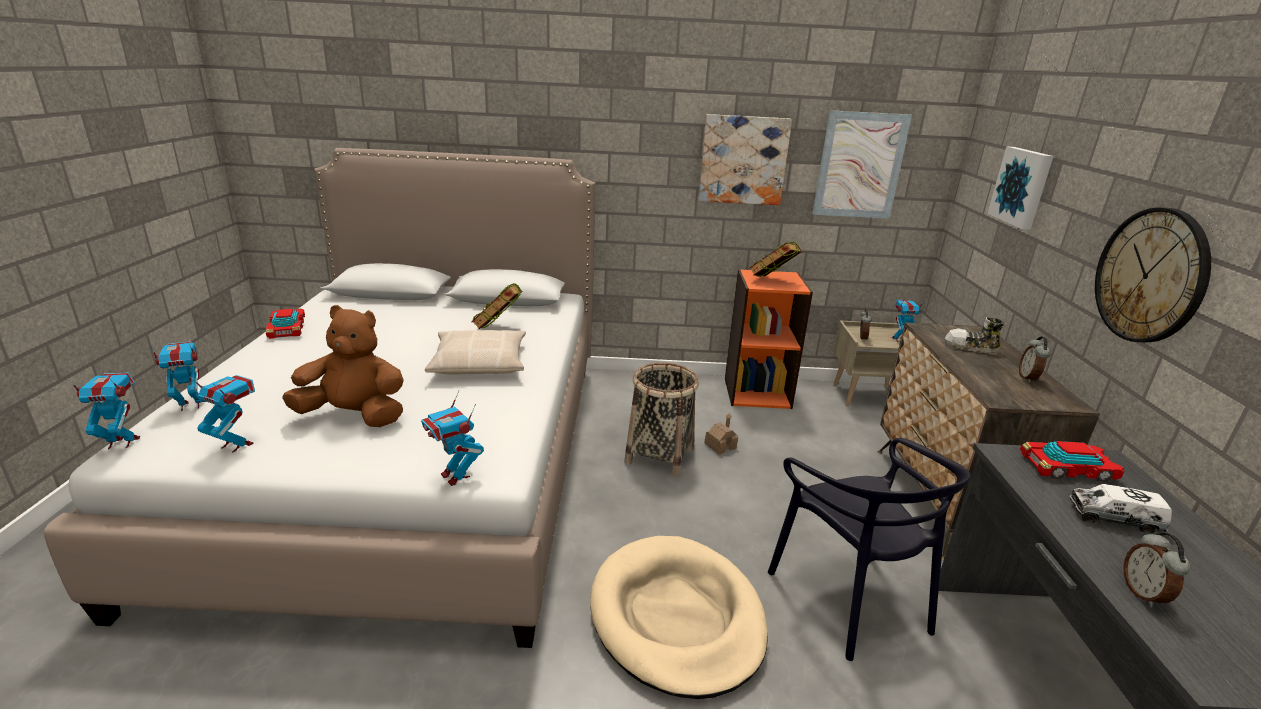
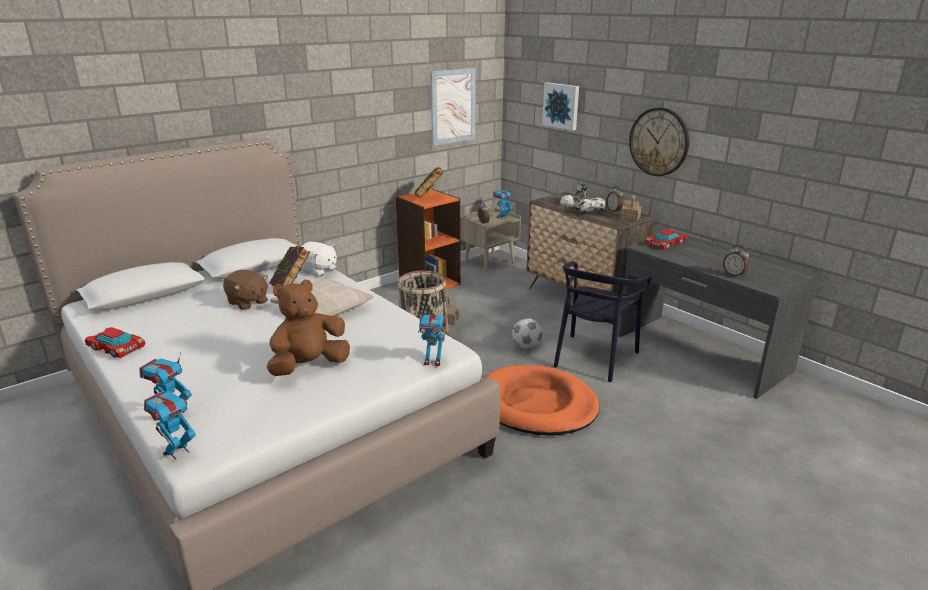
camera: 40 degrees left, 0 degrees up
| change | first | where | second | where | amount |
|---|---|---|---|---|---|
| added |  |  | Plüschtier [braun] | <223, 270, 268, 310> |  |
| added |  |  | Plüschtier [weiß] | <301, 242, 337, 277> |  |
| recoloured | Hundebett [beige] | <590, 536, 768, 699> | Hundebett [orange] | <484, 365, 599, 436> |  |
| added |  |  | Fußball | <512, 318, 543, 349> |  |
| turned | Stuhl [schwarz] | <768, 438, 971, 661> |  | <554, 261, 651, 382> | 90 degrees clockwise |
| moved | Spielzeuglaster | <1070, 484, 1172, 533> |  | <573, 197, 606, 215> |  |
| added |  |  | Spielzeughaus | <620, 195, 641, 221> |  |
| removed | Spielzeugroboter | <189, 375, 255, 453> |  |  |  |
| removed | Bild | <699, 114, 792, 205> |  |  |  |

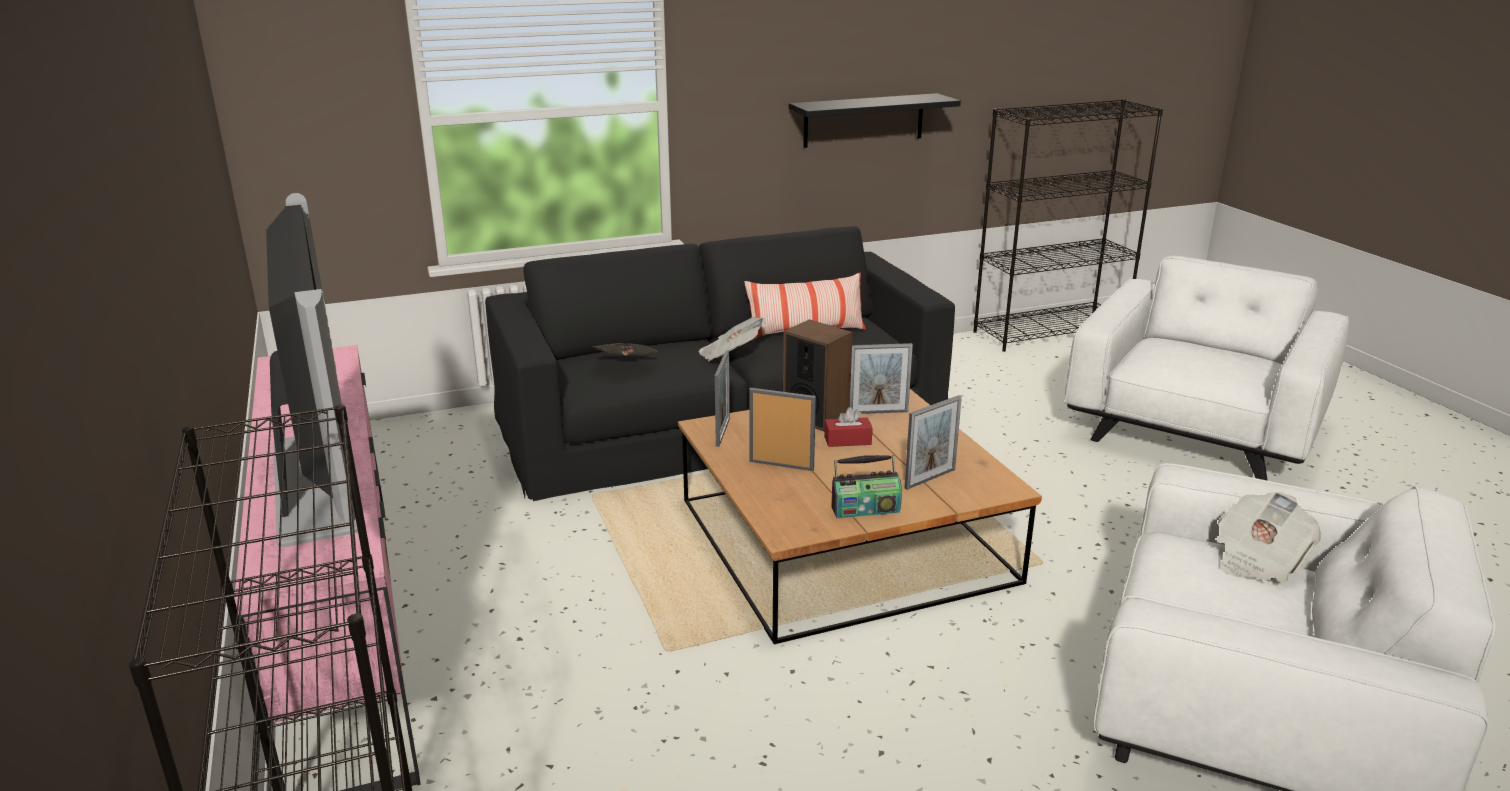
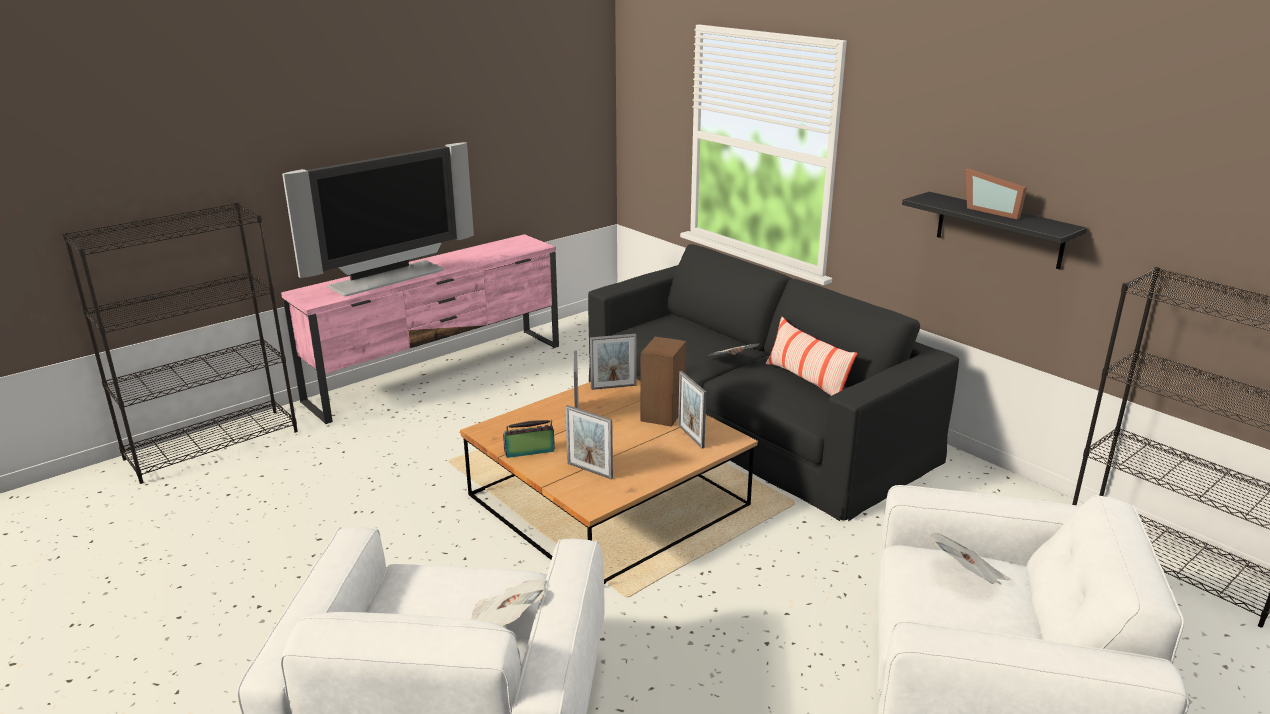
camera: 70 degrees right, 0 degrees up
| change | first | where | second | where | amount |
|---|---|---|---|---|---|
| turned | Radio | <831, 455, 902, 518> |  | <503, 420, 555, 458> | 105 degrees clockwise |
| moved | Zeitung | <592, 343, 658, 356> |  | <931, 533, 1011, 584> |  |
| added |  |  | Bilderrahmen | <966, 168, 1027, 219> |  |
| removed | Taschentuchbox [rot] | <824, 407, 873, 447> |  |  |  |

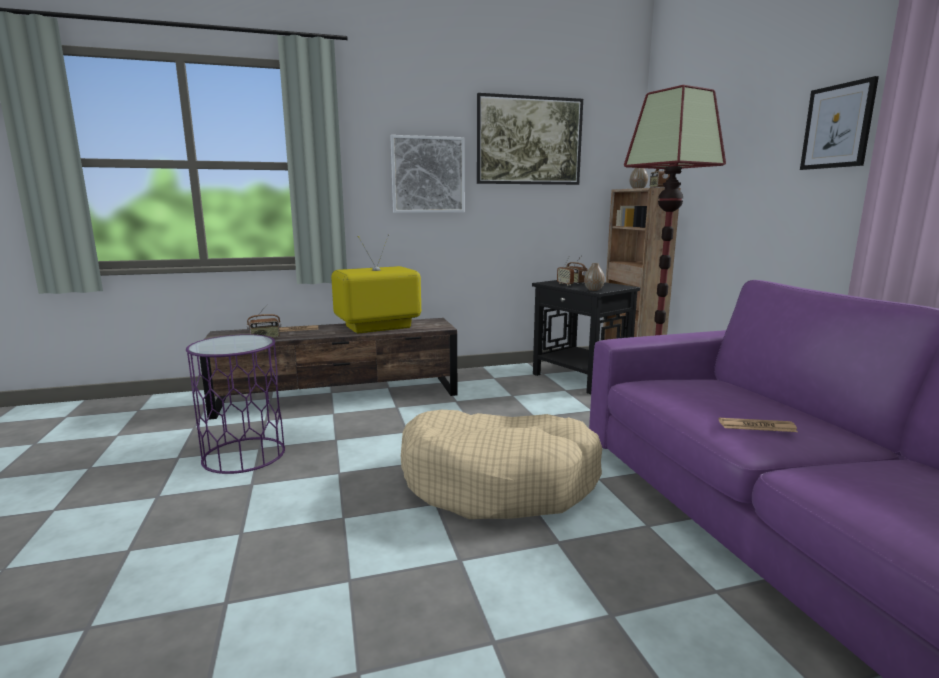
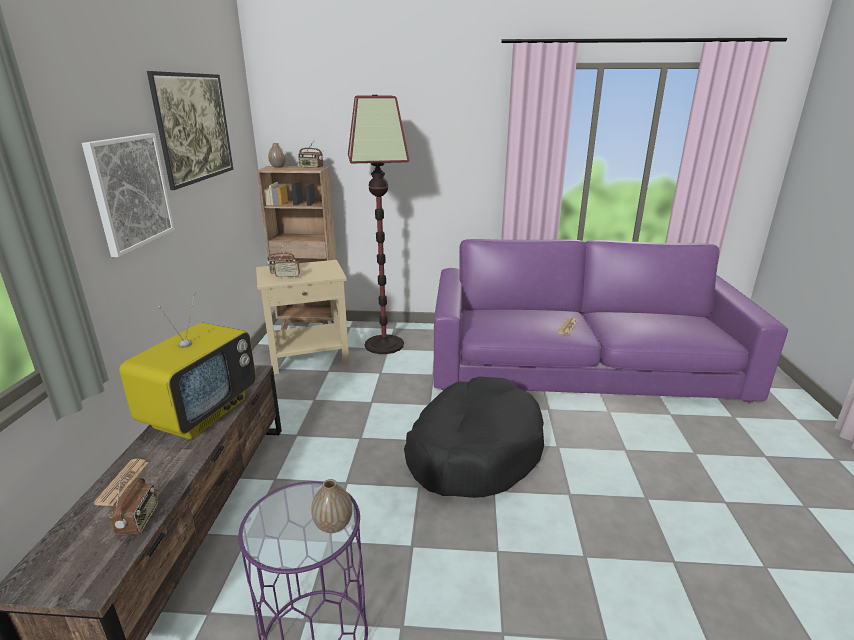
camera: 70 degrees left, 10 degrees up
| change | first | where | second | where | amount |
|---|---|---|---|---|---|
| turned | Fernseher | <331, 234, 421, 334> |  | <119, 292, 256, 439> | 150 degrees counterclockwise |
| recoloured | Beistelltisch [schwarz] | <532, 280, 640, 394> | Beistelltisch [beige] | <256, 260, 349, 374> |  |
| moved | Vase | <584, 263, 605, 291> |  | <311, 479, 353, 533> |  |
| recoloured | Hundebett [beige] | <401, 410, 602, 519> | Hundebett [schwarz] | <404, 376, 544, 498> |  |
| removed | Bild | <800, 76, 879, 170> |  |  |  |

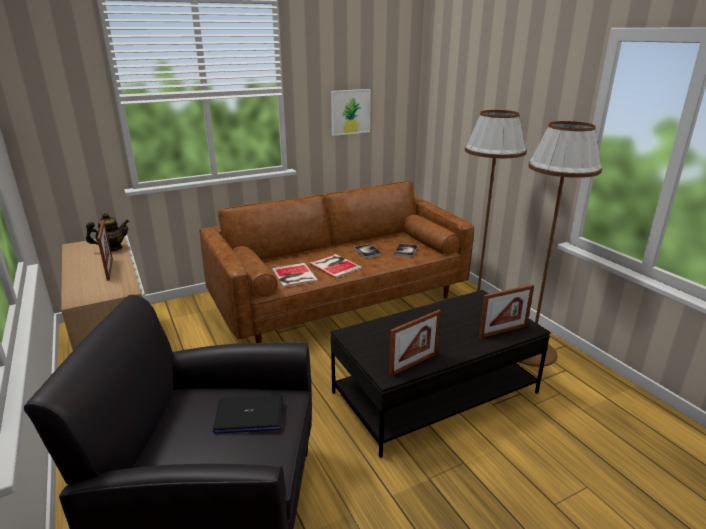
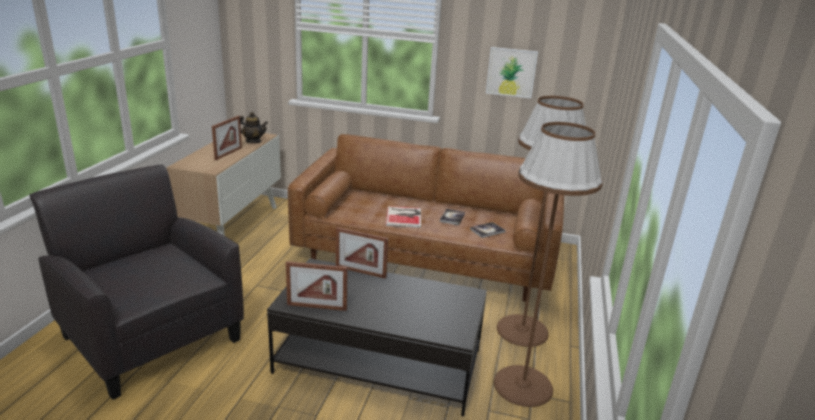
camera: 40 degrees right, 0 degrees up
| change | first | where | second | where | amount |
|---|---|---|---|---|---|
| moved | Bilderrahmen | <479, 284, 534, 338> |  | <336, 227, 388, 279> |  |
| removed | Laptop | <213, 395, 283, 434> |  |  |  |
| removed | Buch | <272, 263, 319, 288> |  |  |  |

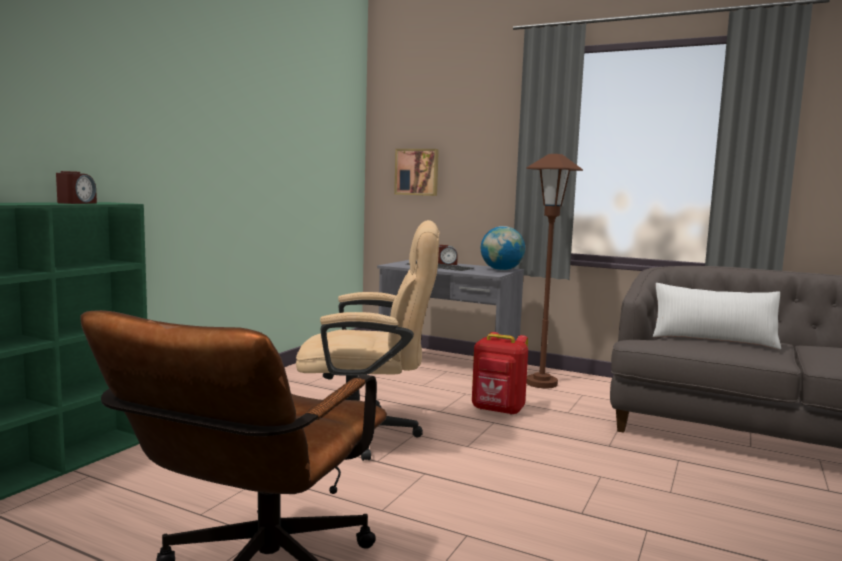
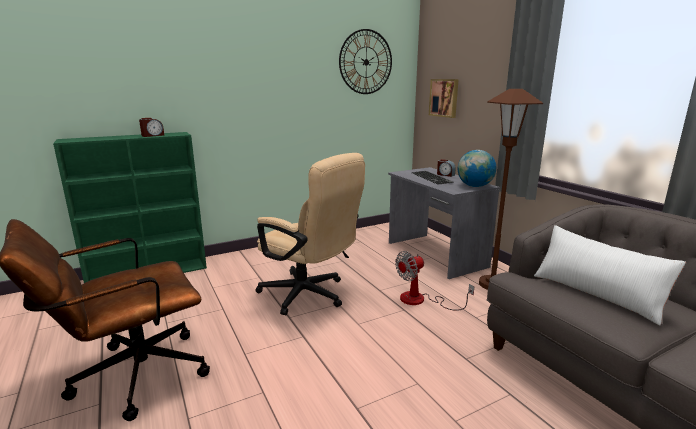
camera: 35 degrees right, 10 degrees up
| change | first | where | second | where | amount |
|---|---|---|---|---|---|
| added |  |  | Wanduhr | <339, 29, 392, 94> |  |
| replaced | Rucksack [rot] | <472, 332, 528, 415> | Ventilator | <395, 251, 475, 311> |  |

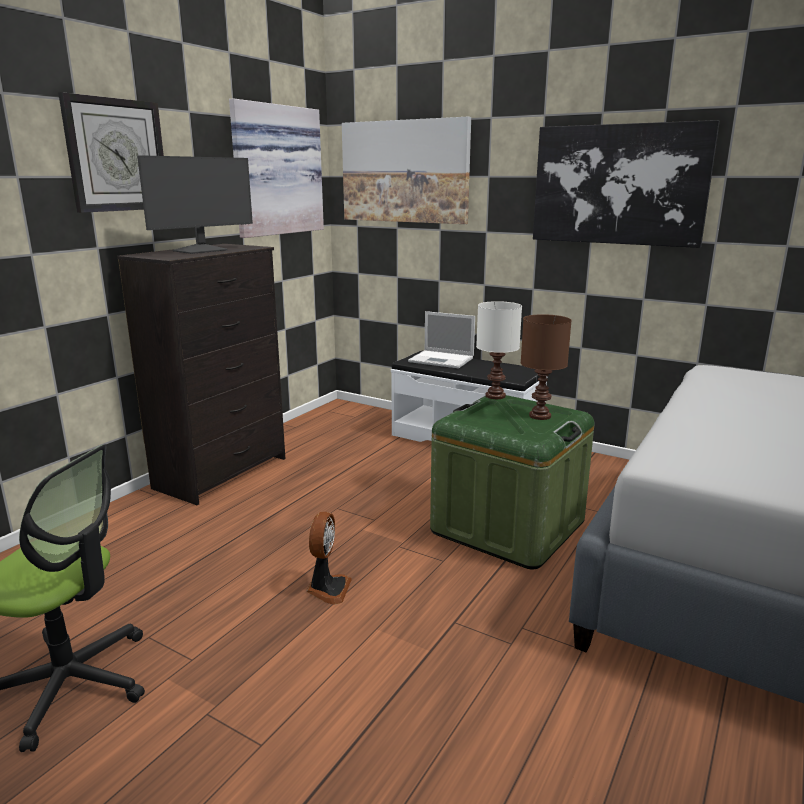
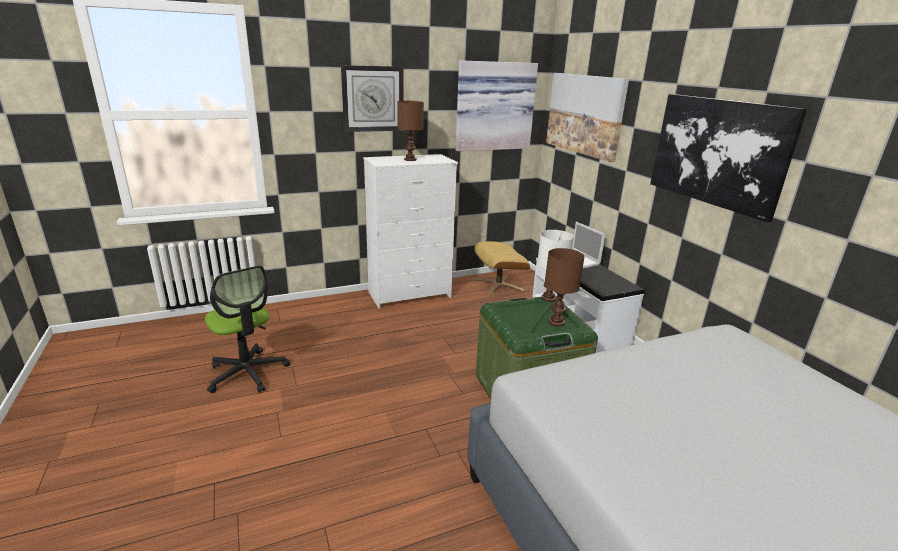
camera: 35 degrees right, 5 degrees up
| change | first | where | second | where | amount |
|---|---|---|---|---|---|
| recoloured | Kommode [schwarz] | <117, 244, 285, 505> | Kommode [weiß] | <363, 154, 458, 309> |  |
| replaced | Monitor | <137, 155, 253, 254> | Tischlampe [braun] | <397, 101, 424, 161> |  |
| added |  |  | Polsterhocker [beige] | <474, 241, 530, 296> |  |
| removed | Ventilator | <306, 512, 352, 605> |  |  |  |

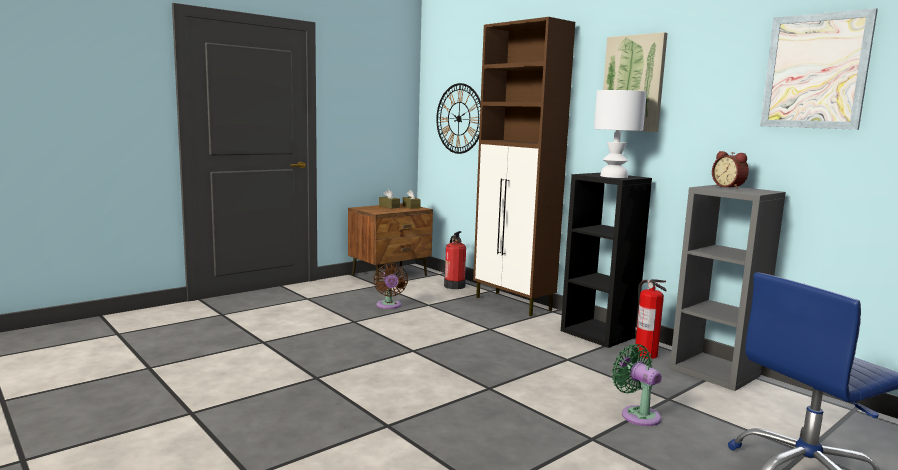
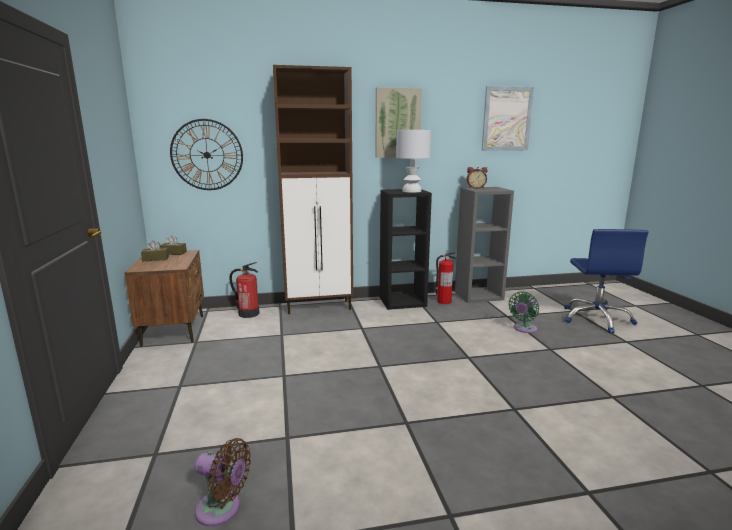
camera: 60 degrees left, 5 degrees up
| change | first | where | second | where | amount |
|---|---|---|---|---|---|
| moved | Ventilator [braun] | <374, 263, 408, 309> |  | <194, 438, 251, 527> |  |
| turned | Ventilator [grün] | <612, 344, 662, 426> |  | <509, 291, 539, 333> | 45 degrees counterclockwise |

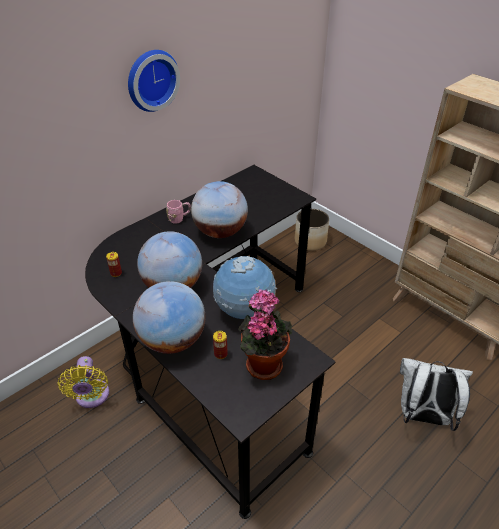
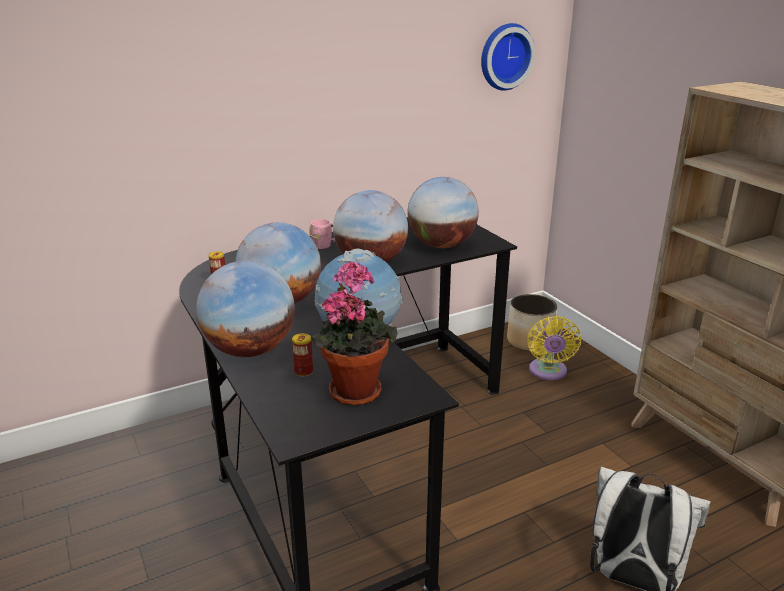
camera: 15 degrees right, 15 degrees down
| change | first | where | second | where | amount |
|---|---|---|---|---|---|
| added |  |  | Globus | <407, 177, 479, 248> |  |
| moved | Wanduhr | <128, 50, 180, 112> |  | <481, 23, 535, 91> |  |
| moved | Ventilator [gelb] | <57, 356, 109, 408> |  | <527, 316, 581, 380> |  |

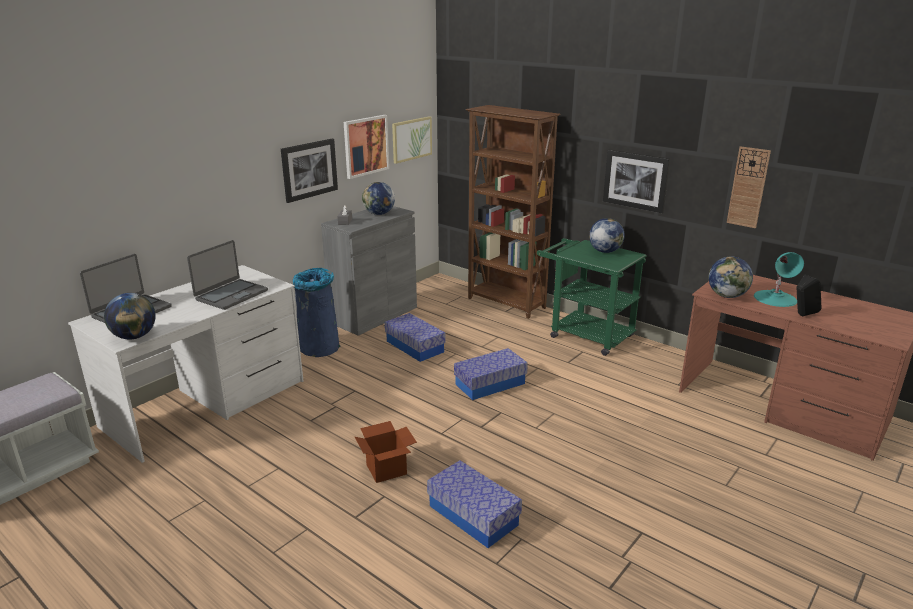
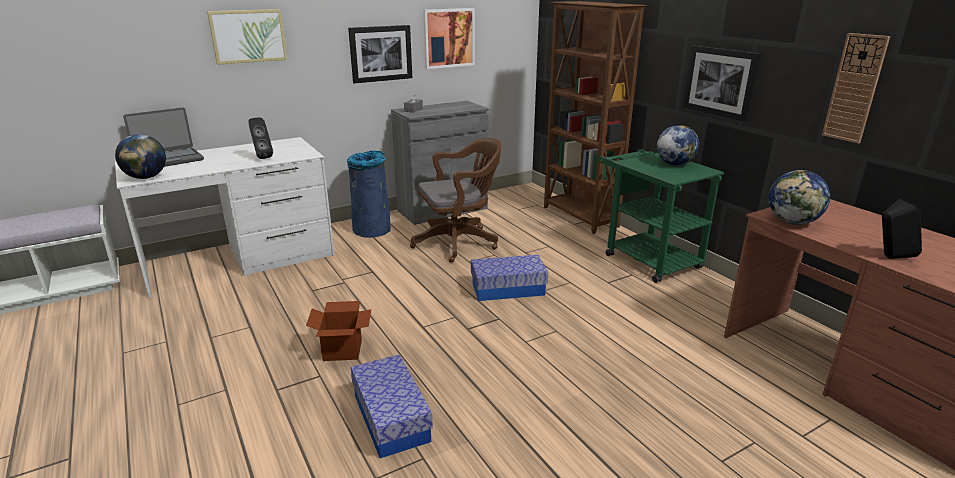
camera: 20 degrees right, 0 degrees up
| change | first | where | second | where | amount |
|---|---|---|---|---|---|
| moved | Bild | <392, 116, 432, 164> |  | <207, 9, 287, 65> |  |
| replaced | Laptop | <187, 240, 268, 310> | Lautsprecher [schwarz] | <248, 117, 273, 159> |  |
| replaced | Aufbewahrungsbox | <385, 313, 445, 362> | Bürostuhl [braun] | <410, 138, 502, 263> |  |
| removed | Globus | <362, 182, 395, 215> |  |  |  |
| removed | Tischlampe [türkis] | <754, 252, 804, 307> |  |  |  |

